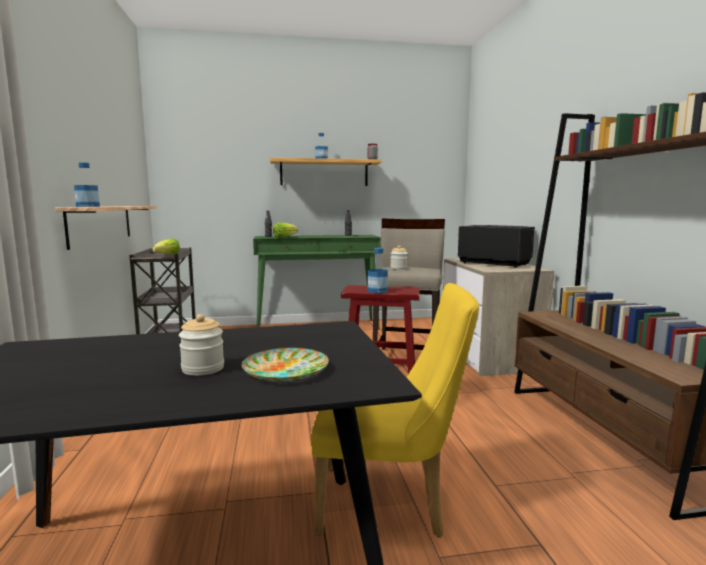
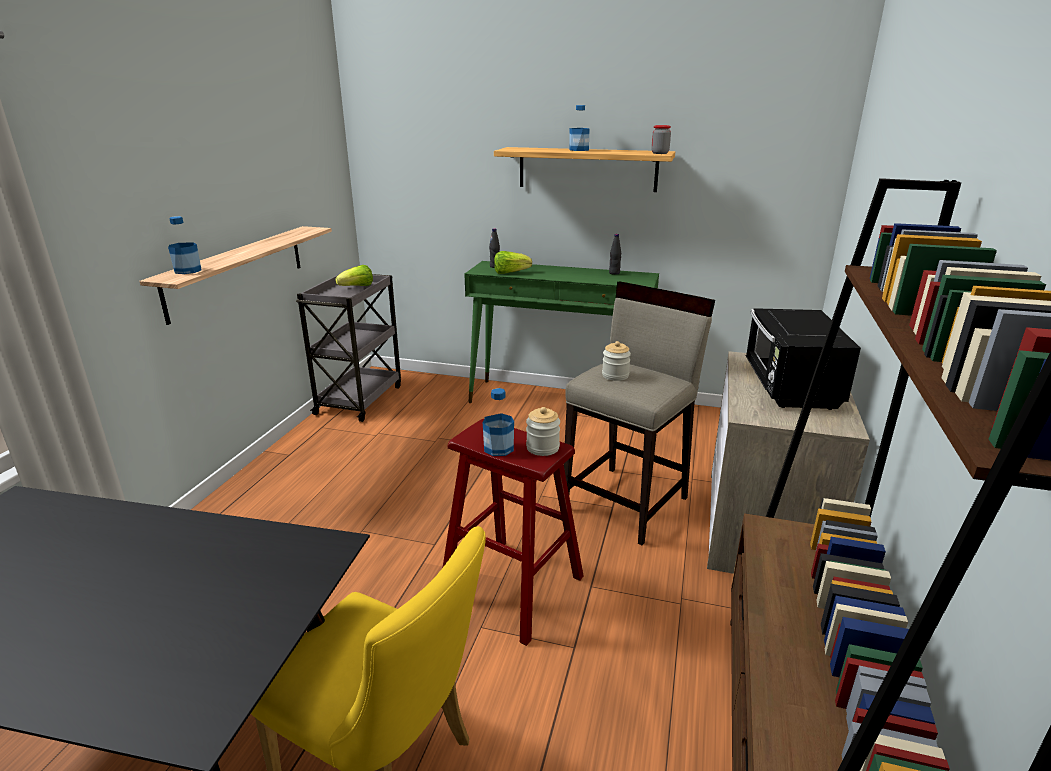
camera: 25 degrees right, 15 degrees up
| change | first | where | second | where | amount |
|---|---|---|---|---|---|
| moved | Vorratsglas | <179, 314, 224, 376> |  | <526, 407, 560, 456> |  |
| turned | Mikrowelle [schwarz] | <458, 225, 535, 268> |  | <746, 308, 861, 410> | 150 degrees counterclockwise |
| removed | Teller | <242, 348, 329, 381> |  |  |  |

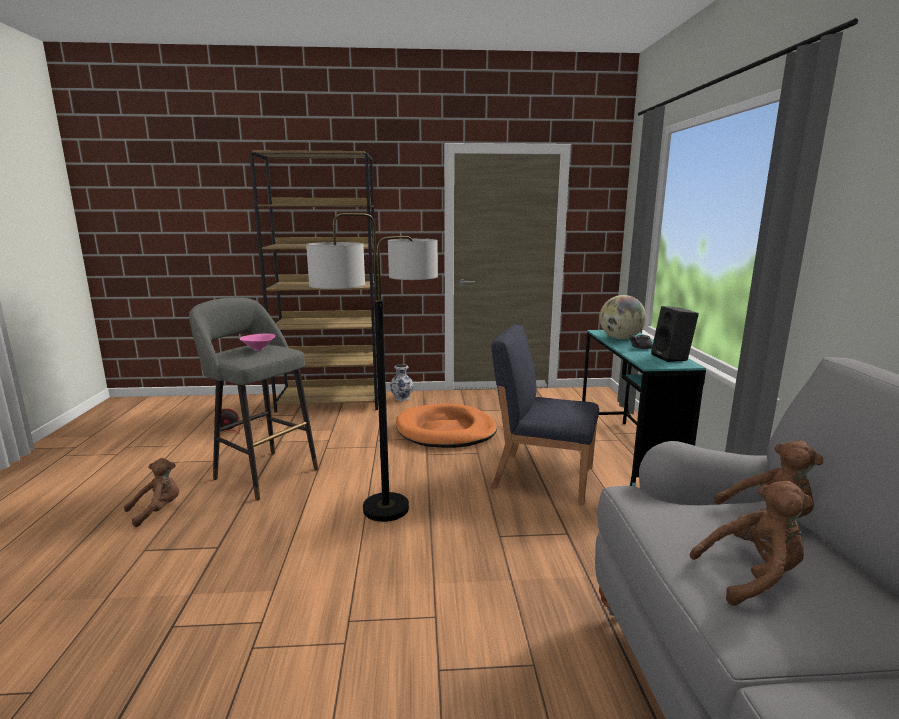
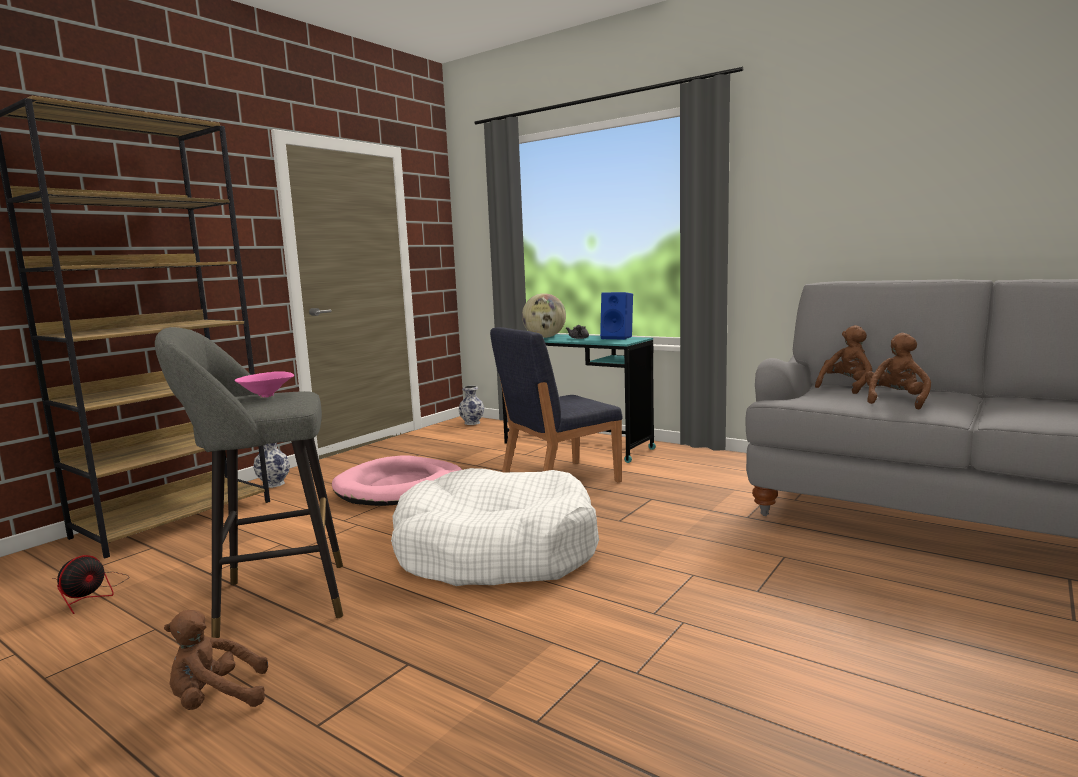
camera: 50 degrees left, 5 degrees down
| change | first | where | second | where | amount |
|---|---|---|---|---|---|
| turned | Plüschtier [braun] | <124, 458, 179, 527> |  | <164, 610, 268, 710> | 105 degrees counterclockwise |
| recoloured | Hundebett [orange] | <396, 404, 497, 448> | Hundebett [rosa] | <332, 455, 462, 506> |  |
| replaced | Stehlampe | <306, 213, 438, 522> | Hundebett [weiß] | <391, 468, 599, 586> |  |
| added |  |  | Vase | <459, 386, 484, 425> |  |
| recoloured | Lautsprecher [schwarz] | <651, 306, 699, 362> | Lautsprecher [blau] | <600, 292, 633, 340> |  |

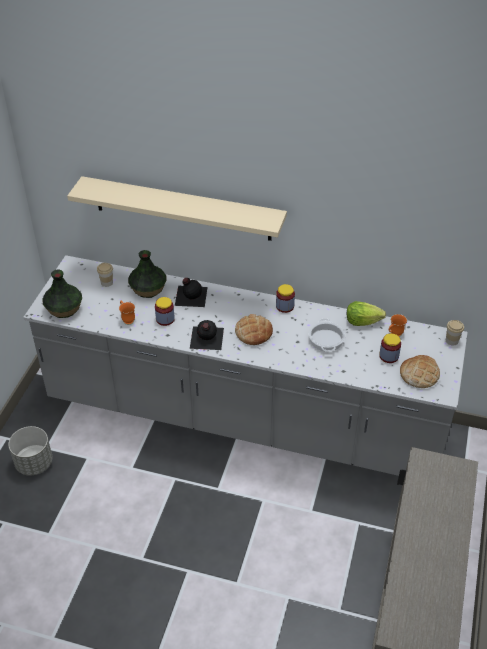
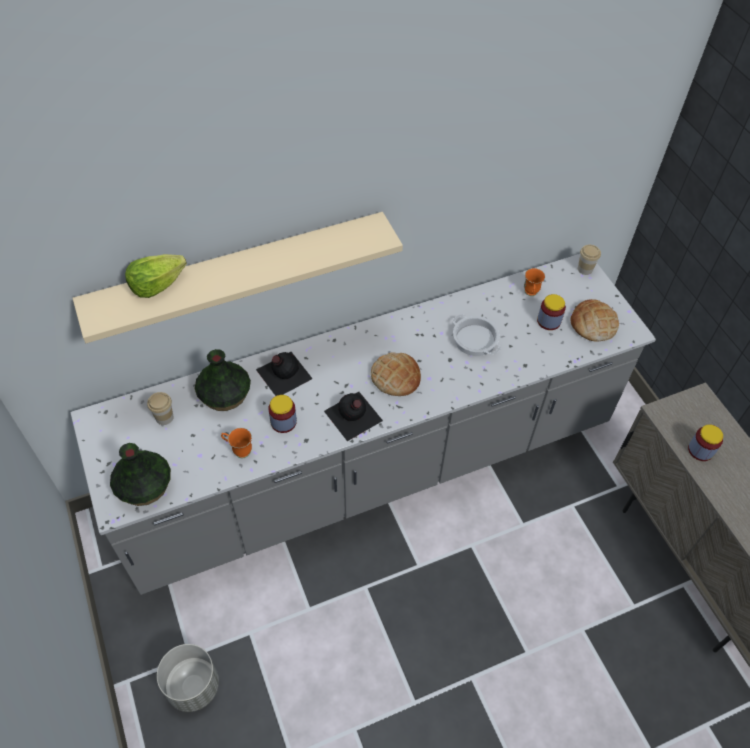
camera: 40 degrees left, 10 degrees up
| change | first | where | second | where | amount |
|---|---|---|---|---|---|
| moved | Salatkopf | <347, 301, 386, 326> |  | <125, 254, 187, 298> |  |
| moved | Vorratsglas | <276, 284, 295, 313> |  | <688, 424, 723, 461> |  |

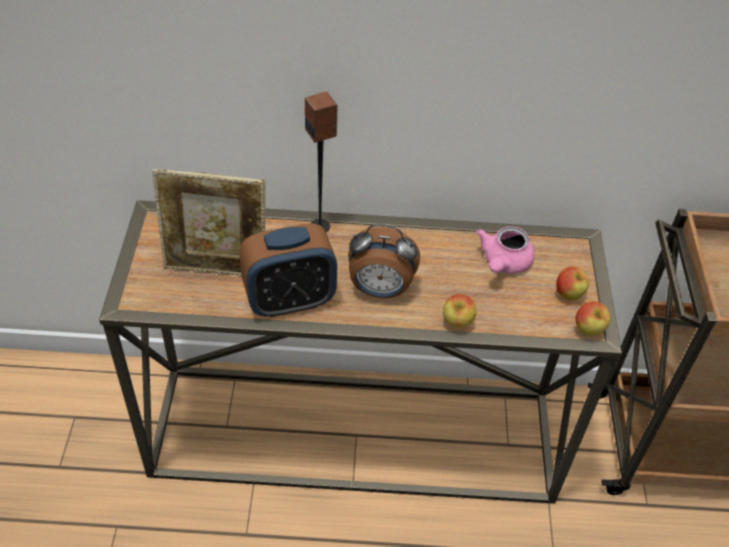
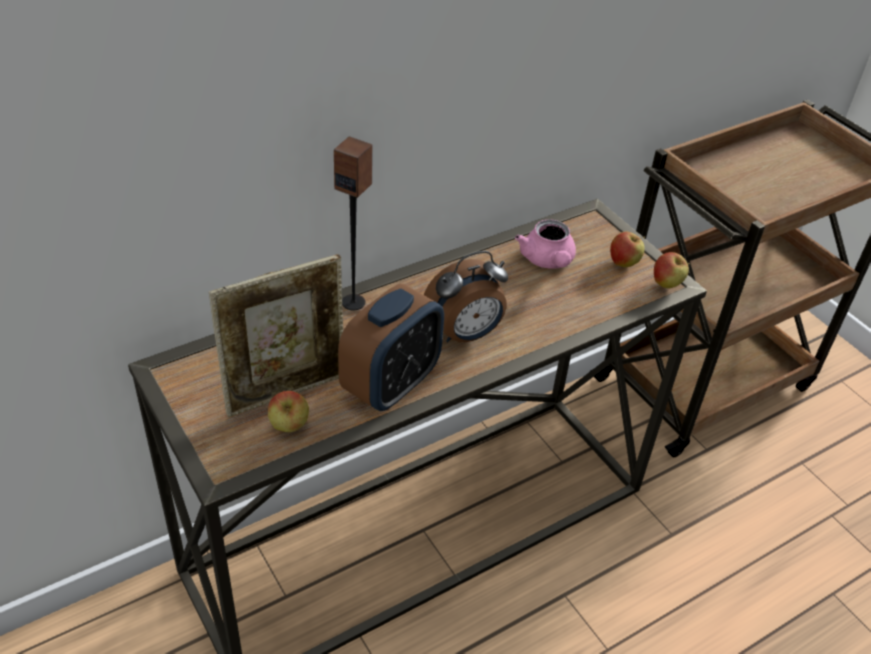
camera: 35 degrees left, 5 degrees down
| change | first | where | second | where | amount |
|---|---|---|---|---|---|
| moved | Apfel | <443, 294, 477, 328> |  | <268, 391, 309, 432> |  |

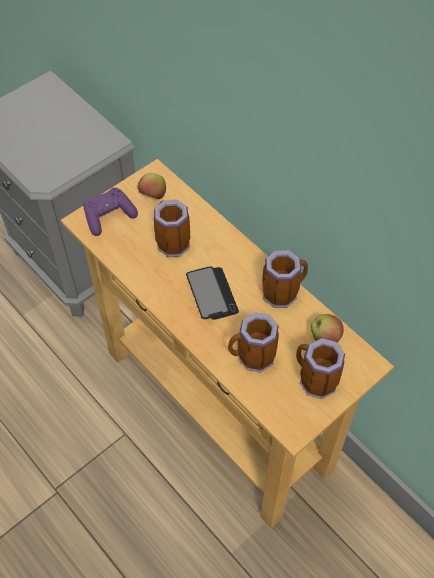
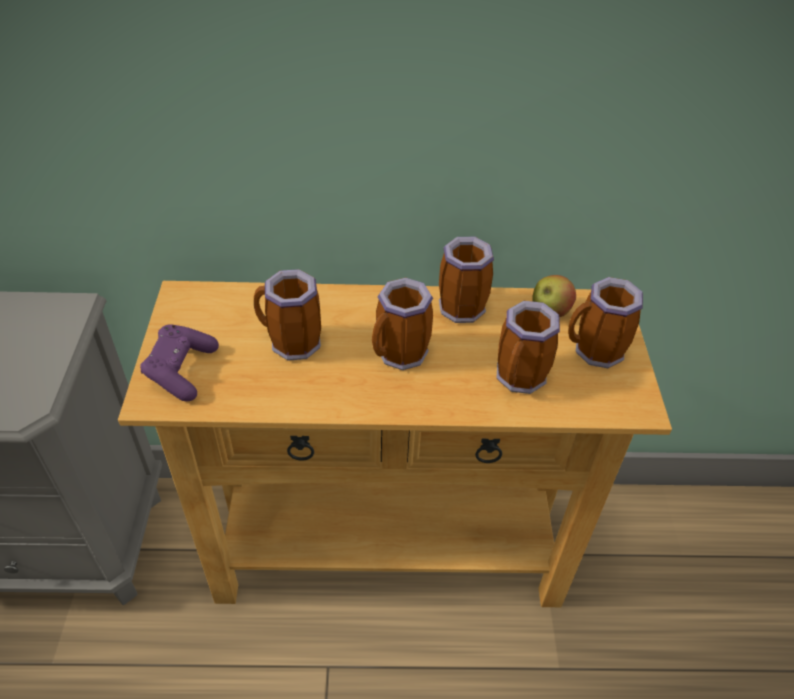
camera: 50 degrees left, 10 degrees down
| change | first | where | second | where | amount |
|---|---|---|---|---|---|
| replaced | Handy | <186, 267, 239, 320> | Henkelbecher | <372, 278, 433, 370> |  |
| removed | Apfel | <137, 173, 166, 199> |  |  |  |

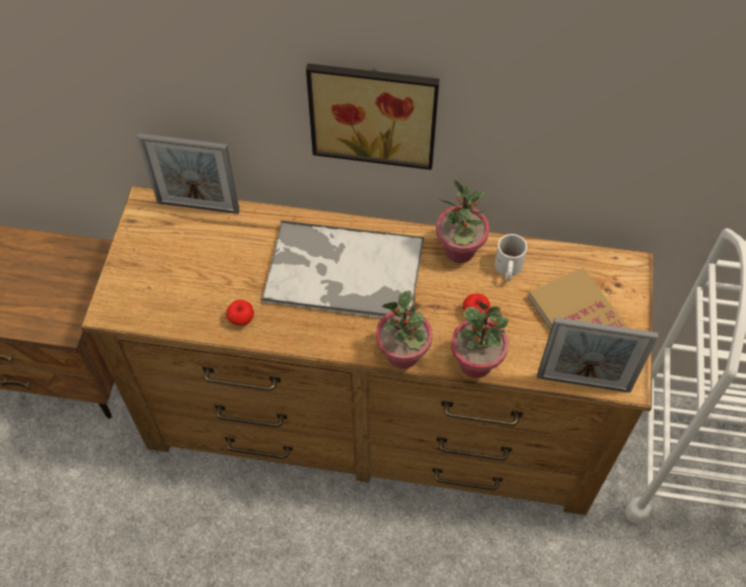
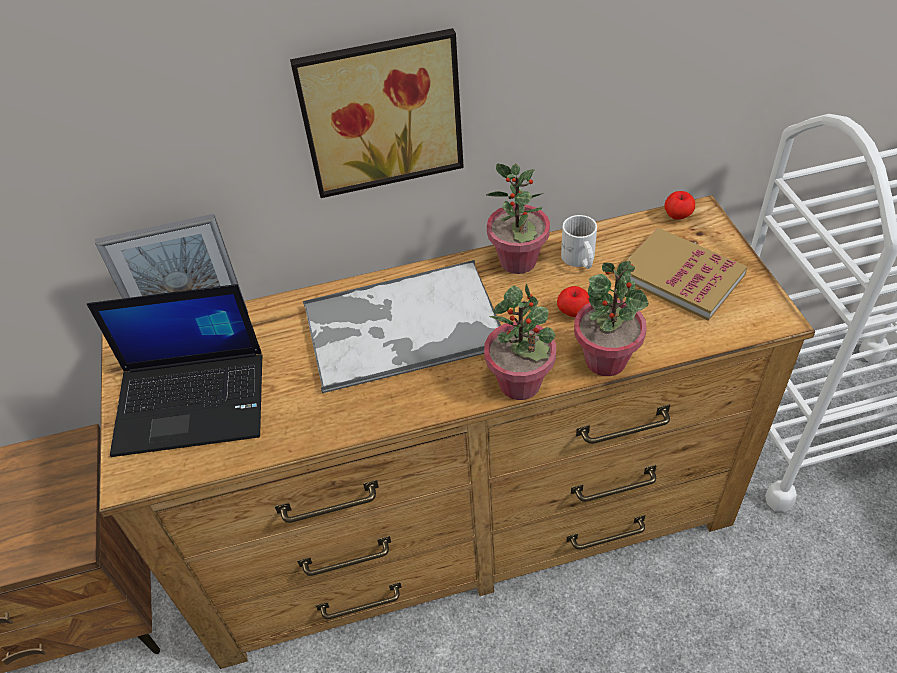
camera: 20 degrees left, 10 degrees down
| change | first | where | second | where | amount |
|---|---|---|---|---|---|
| added |  |  | Laptop | <87, 284, 262, 457> |  |
| moved | Apfel | <226, 300, 254, 326> |  | <664, 191, 695, 220> |  |
| removed | Bilderrahmen | <537, 317, 658, 393> |  |  |  |

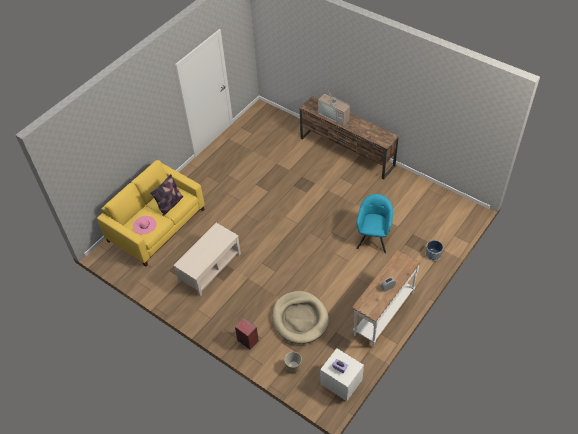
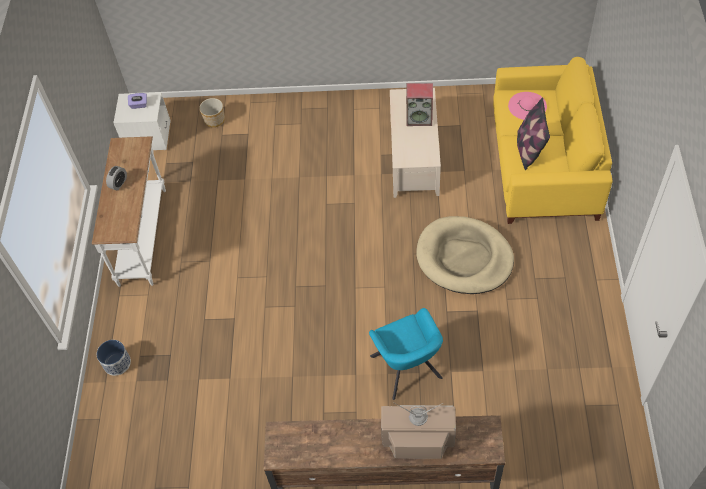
camera: 145 degrees right, 5 degrees up
| change | first | where | second | where | amount |
|---|---|---|---|---|---|
| moved | Sessel [türkis] | <356, 194, 393, 253> |  | <369, 308, 443, 400> |  |
| moved | Lautsprecher | <235, 318, 259, 350> |  | <406, 83, 433, 126> |  |
| moved | Hundebett [beige] | <272, 291, 329, 344> |  | <416, 216, 514, 294> |  |

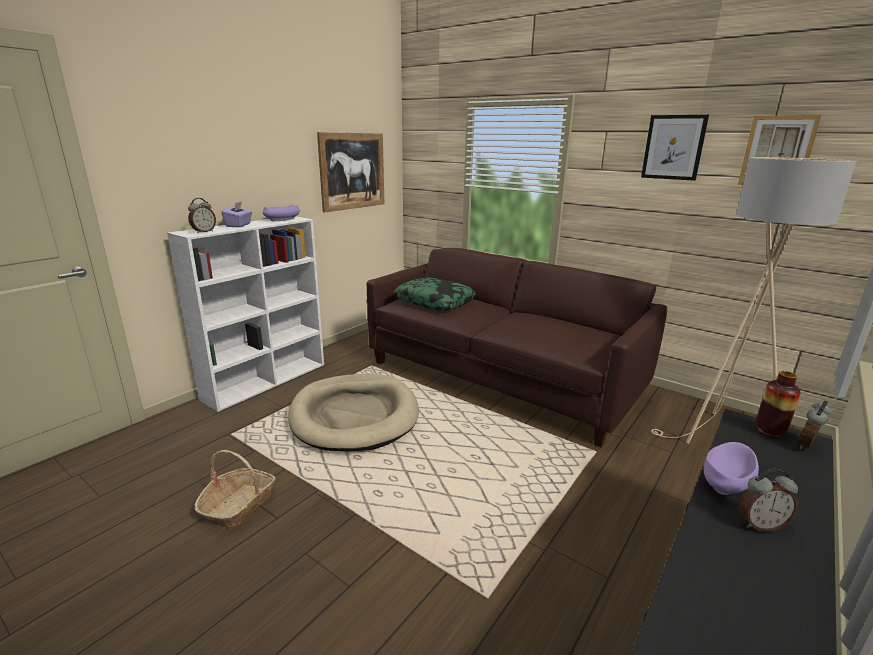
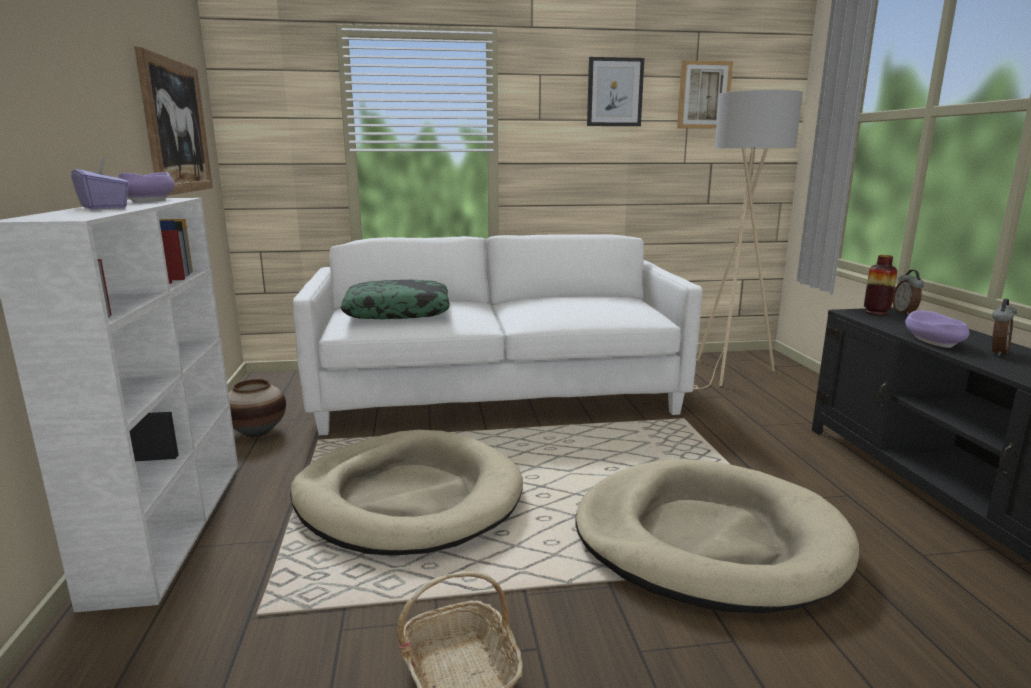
camera: 45 degrees left, 5 degrees down
| change | first | where | second | where | amount |
|---|---|---|---|---|---|
| added |  |  | Vase | <228, 379, 286, 437> |  |
| recoloured | Sofa [braun] | <367, 248, 667, 447> | Sofa [weiß] | <293, 234, 702, 435> |  |
| added |  |  | Hundebett [beige] | <575, 459, 859, 613> |  |
| removed | Wecker | <188, 198, 216, 233> |  |  |  |

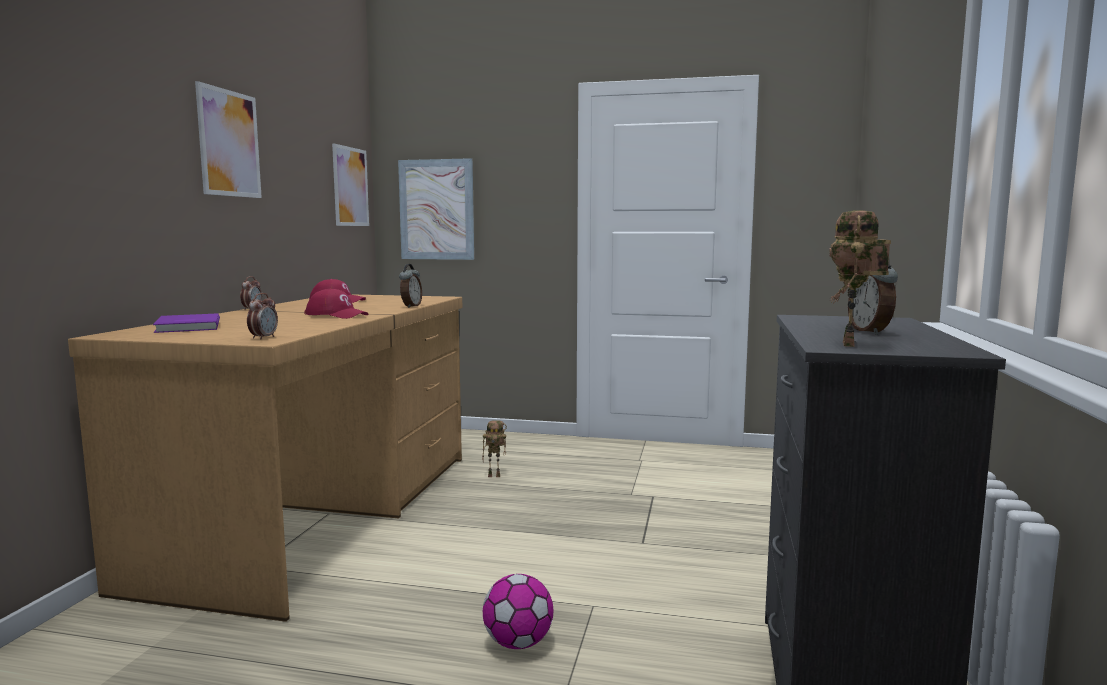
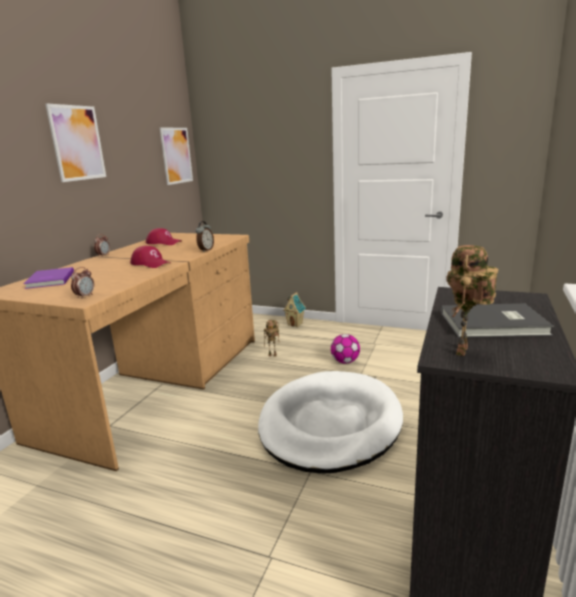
camera: 10 degrees right, 10 degrees up
| change | first | where | second | where | amount |
|---|---|---|---|---|---|
| added |  |  | Hundebett [weiß] | <258, 371, 403, 474> |  |
| added |  |  | Spielzeughaus | <283, 292, 306, 327> |  |
| moved | Fußball | <483, 574, 553, 649> |  | <331, 334, 360, 364> |  |
| replaced | Wecker | <848, 262, 898, 335> | Buch [grau] | <441, 303, 554, 338> |  |
| removed | Bild | <398, 158, 474, 260> |  |  |  |

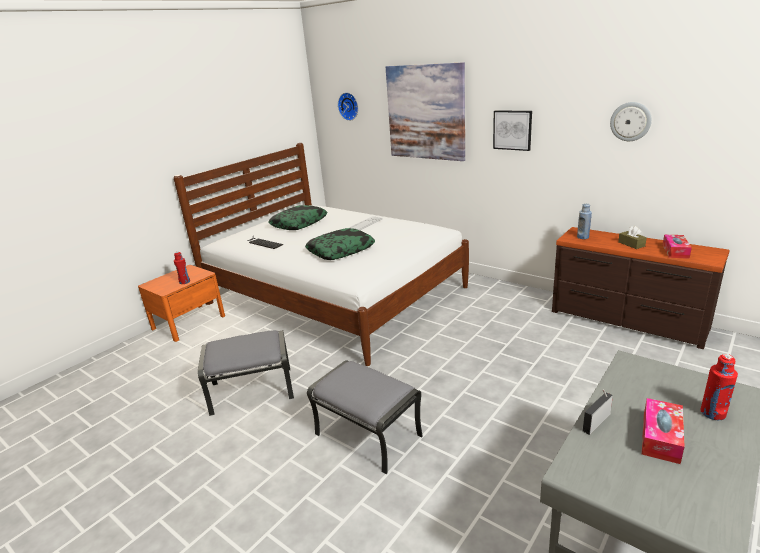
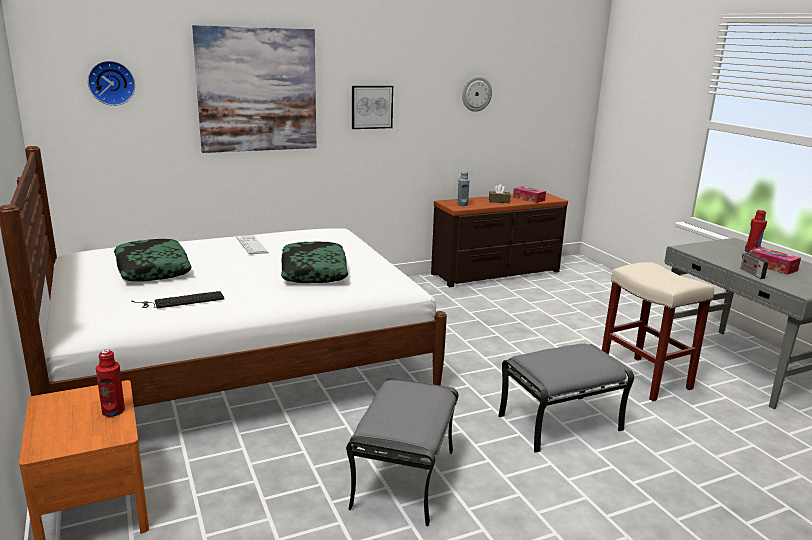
camera: 65 degrees left, 5 degrees down
| change | first | where | second | where | amount |
|---|---|---|---|---|---|
| added |  |  | Hocker [beige] | <602, 262, 714, 401> |  |

